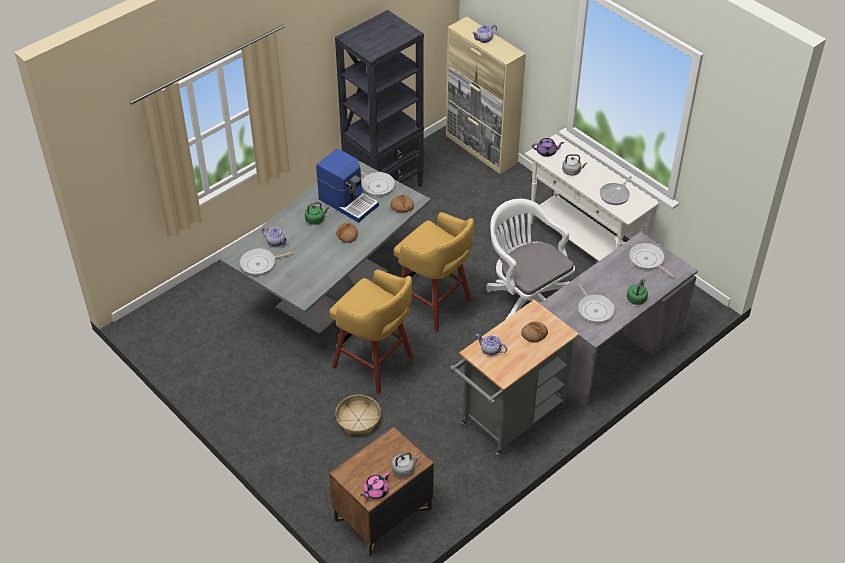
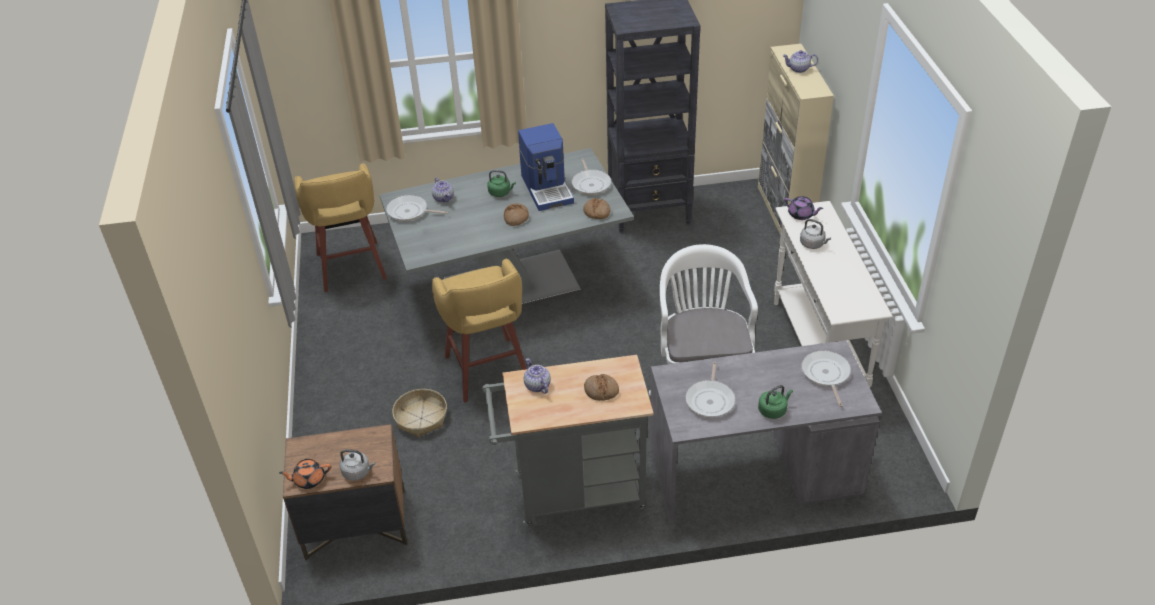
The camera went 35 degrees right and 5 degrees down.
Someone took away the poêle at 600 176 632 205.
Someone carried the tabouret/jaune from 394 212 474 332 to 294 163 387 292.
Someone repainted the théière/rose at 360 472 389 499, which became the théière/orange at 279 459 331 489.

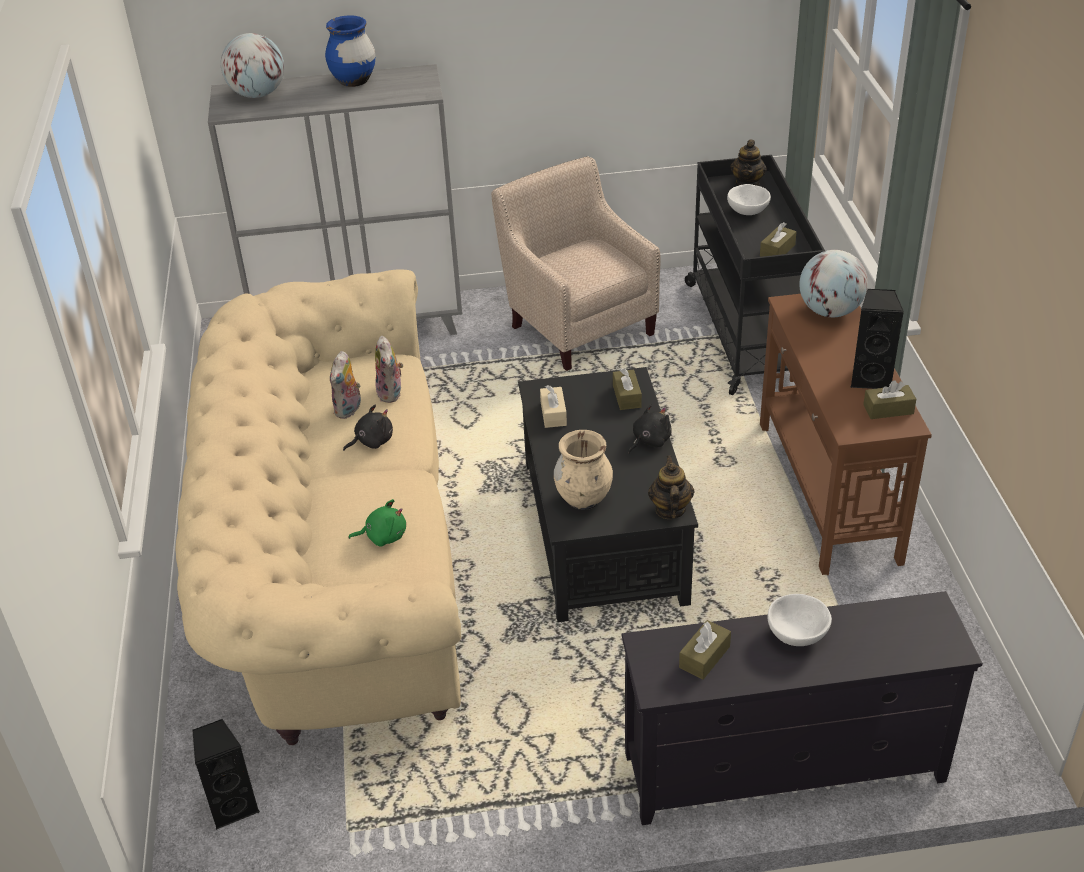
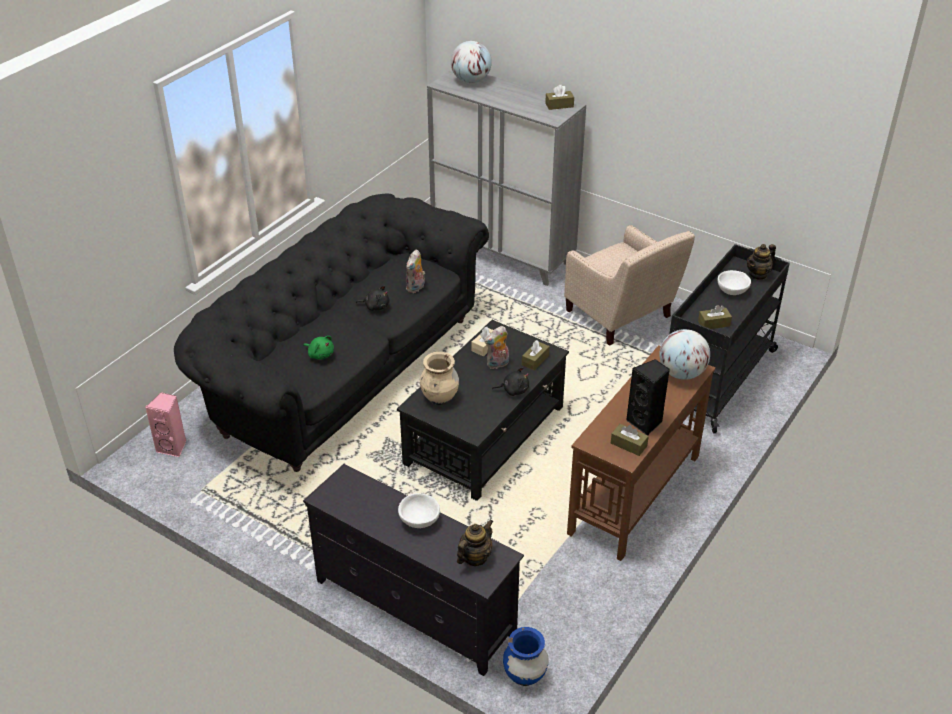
The camera went 40 degrees right and 0 degrees up.
Someone carried the vase/bleu from 325 16 375 87 to 503 627 548 686.
Someone carried the peluche from 330 351 361 419 to 484 326 509 369.
Someone carried the théière from 648 456 694 519 to 457 519 494 566.
Someone carried the boîte à mouchoirs/marron from 679 620 731 680 to 545 85 574 110.
Someone repainted the canapé/beige at 176 269 461 745, which became the canapé/noir at 174 194 489 472.
Someone repainted the enceinte/noir at 192 719 260 830, which became the enceinte/rose at 145 392 186 458.
Someone rotated the fauteuil/beige at 491 156 661 371 by 135 degrees clockwise.

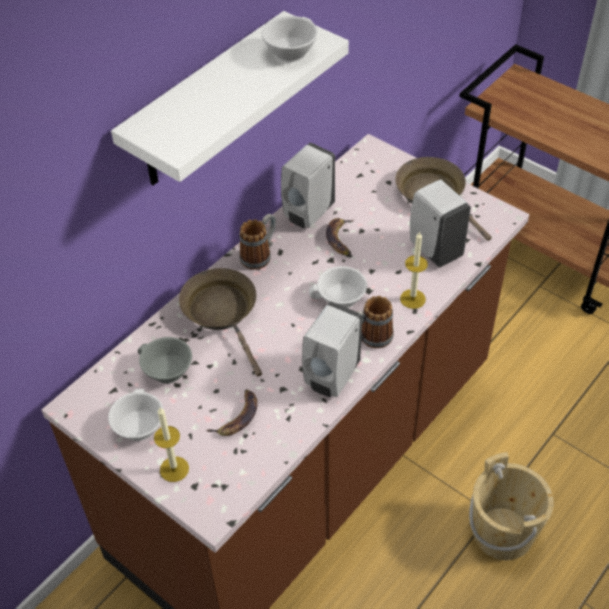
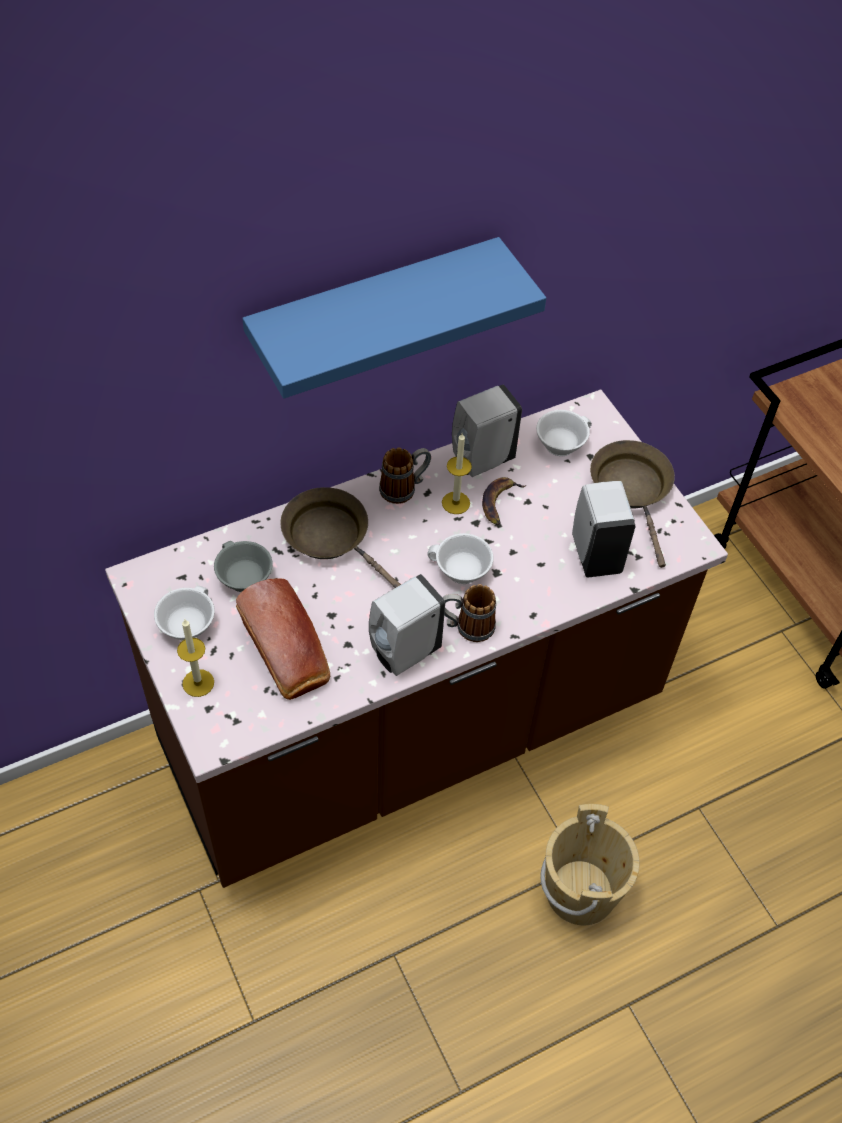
The camera went 20 degrees right and 5 degrees up.
Someone carried the tasse/blanc from 262 16 318 62 to 536 410 592 456.
Someone carried the bougie from 400 231 428 309 to 442 433 472 514.
Someone swapped the banane at 206 389 257 436 for the pain at 236 578 330 700.
Someone repainted the étagère/blanc at 111 11 349 185, which became the étagère/bleu at 242 237 546 399.
Someone rotated the poêle/marron at 179 268 262 376 by 45 degrees counterclockwise.

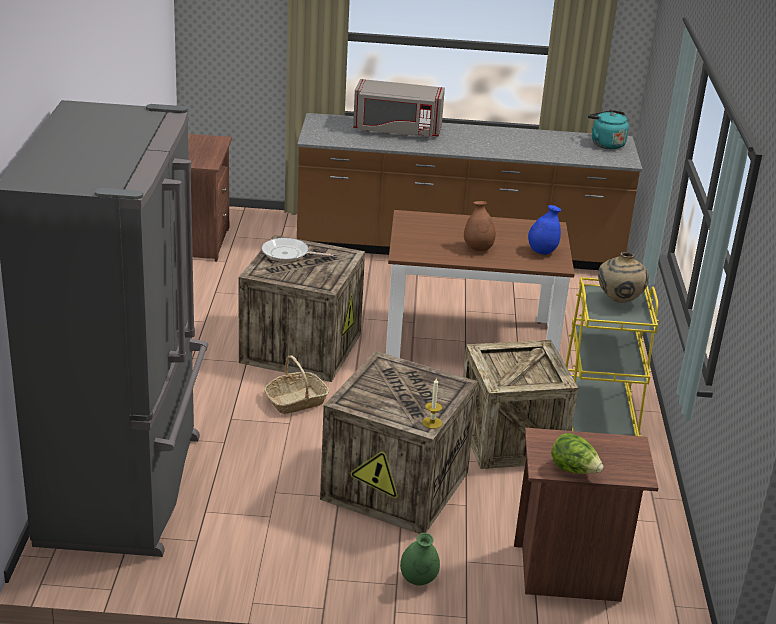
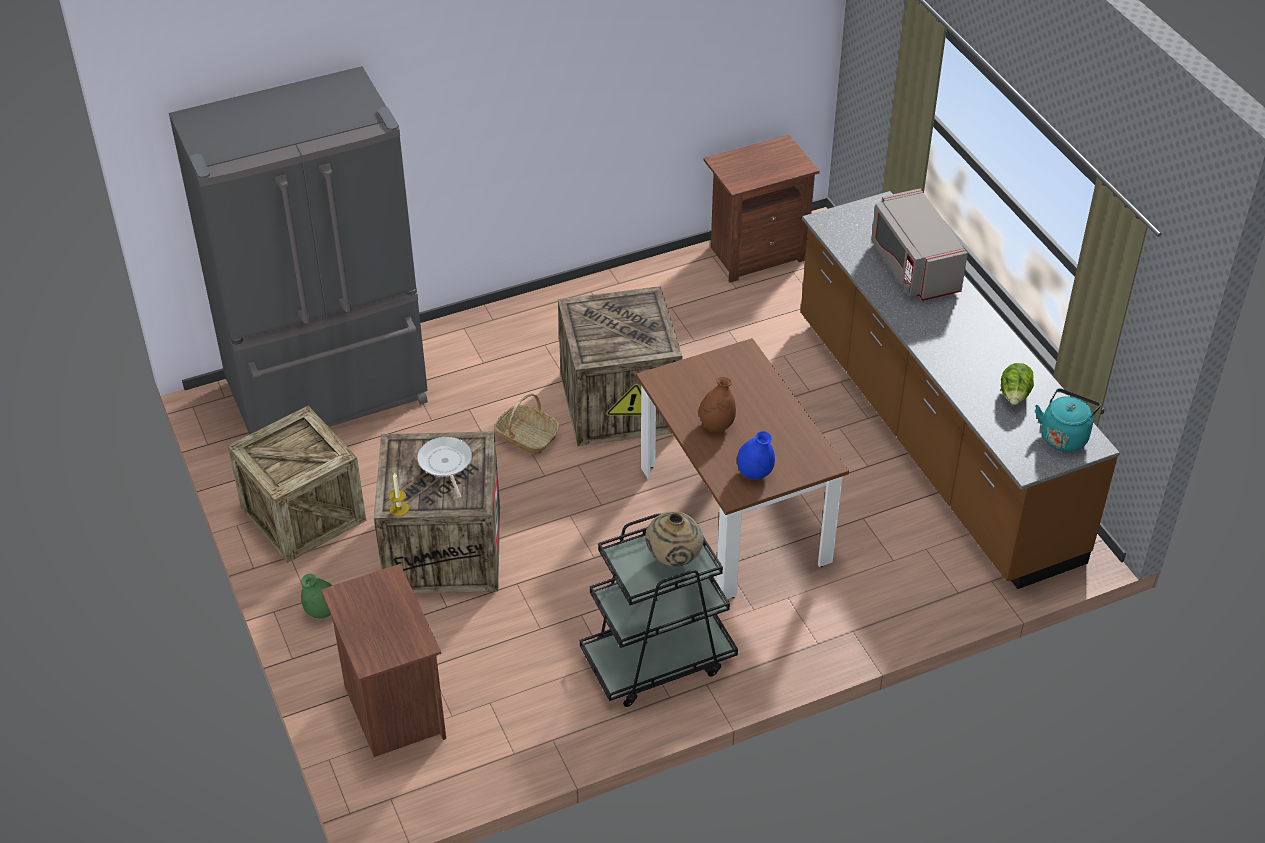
The camera went 65 degrees right and 15 degrees up.
Someone carried the poêle from 262 238 334 262 to 417 437 472 499.
Someone carried the caisse from 463 340 578 469 to 227 406 366 563.
Someone carried the laitue from 551 433 604 474 to 1001 363 1034 405.
Someone repainted the chariot/jaune at 566 277 659 436, which became the chariot/noir at 580 513 738 707.

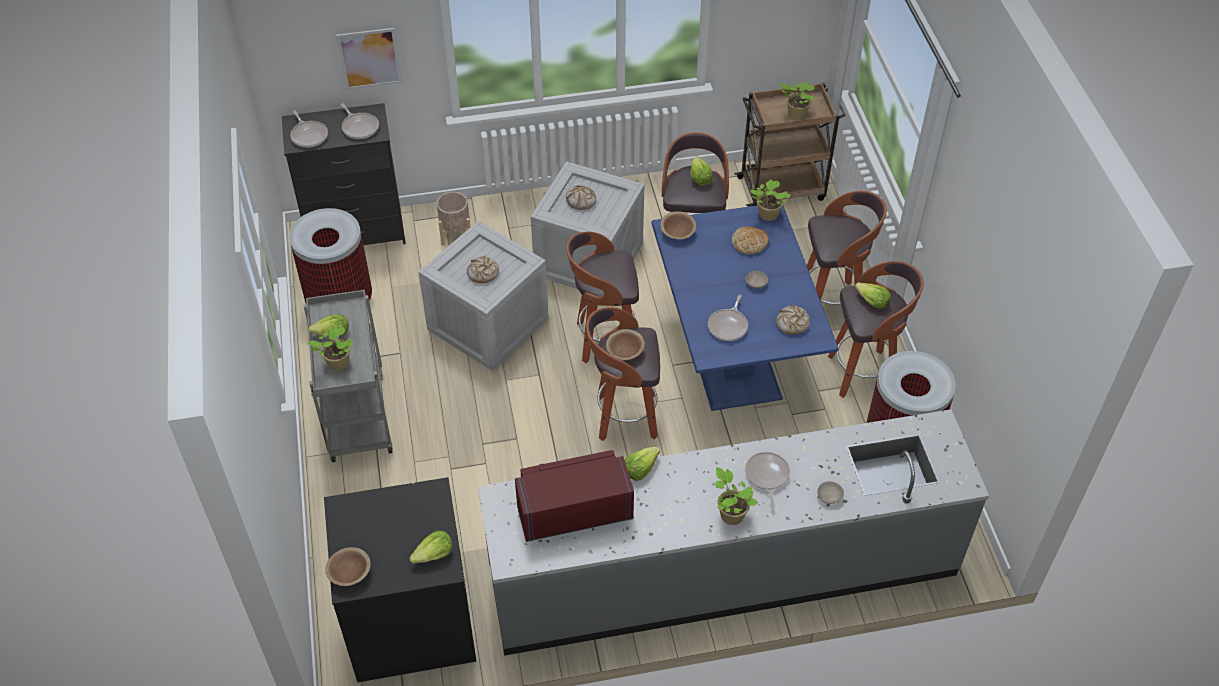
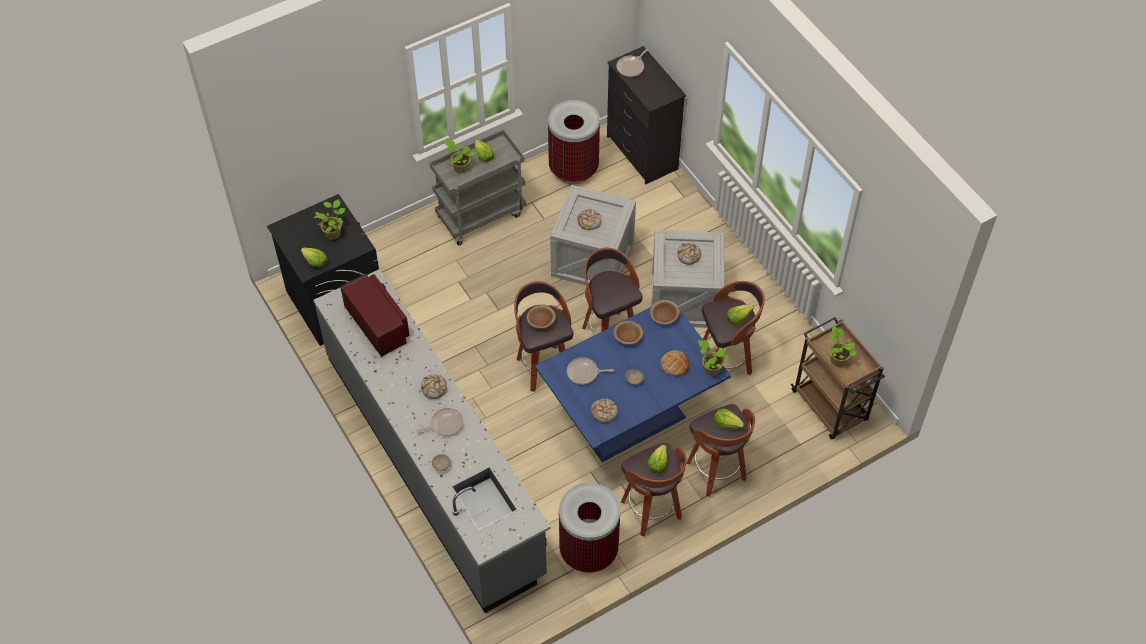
The camera went 70 degrees right and 5 degrees up.
Someone took away the tableau at 336 28 402 90.
Someone took away the poêle at 341 104 379 139.
Someone took away the cache-pot/beige at 437 192 470 246.
Someone put down the pain at 421 374 447 399.
Someone carried the bol/marron from 325 547 371 586 to 614 321 643 344.
Someone carried the laitue from 625 447 660 481 to 714 409 744 429.
Someone carried the plante en pot from 715 467 758 525 to 314 199 345 240.

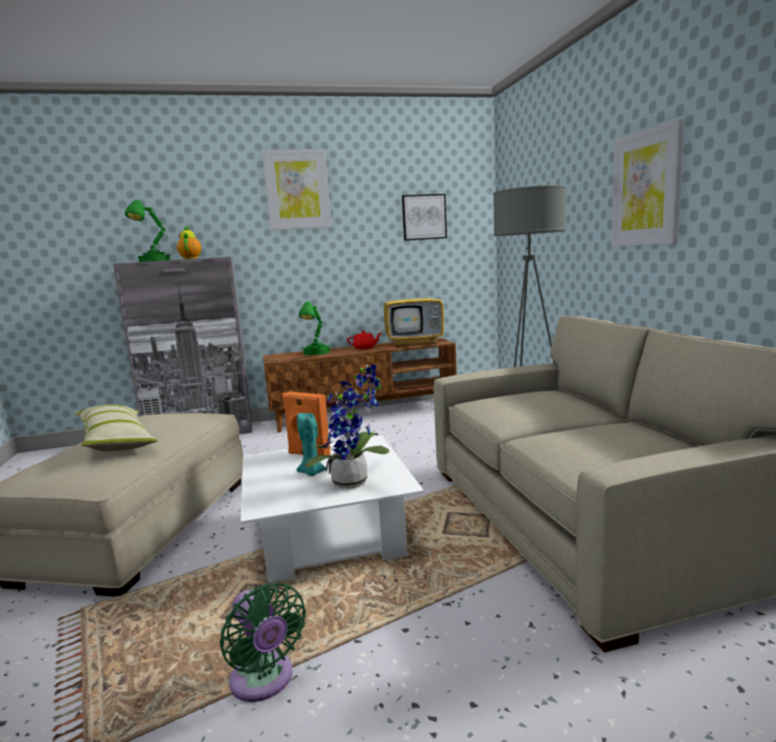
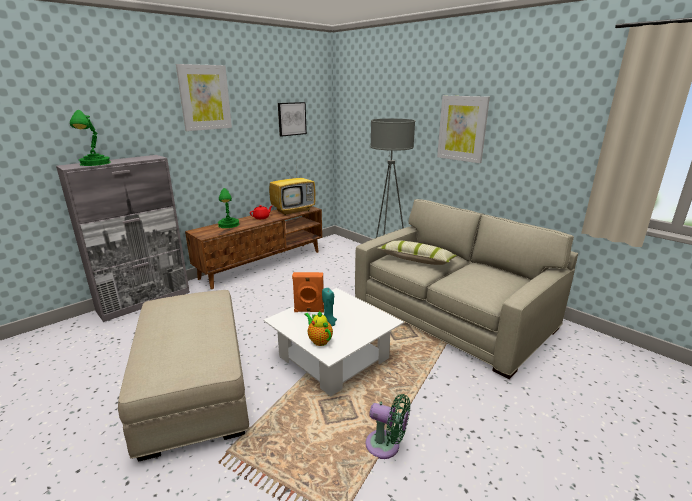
The camera went 30 degrees left and 10 degrees up.
Someone took away the plante en pot at 305 364 389 489.
Someone carried the coussin from 74 405 158 451 to 377 241 457 265.
Someone carried the théière from 177 225 201 259 to 304 311 333 346.

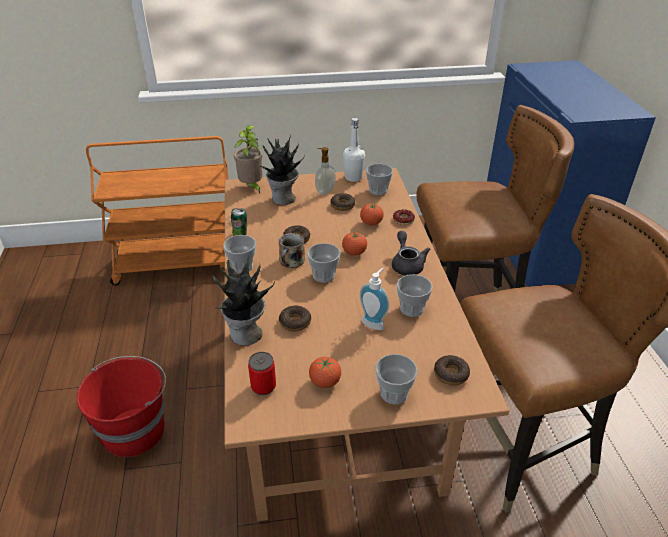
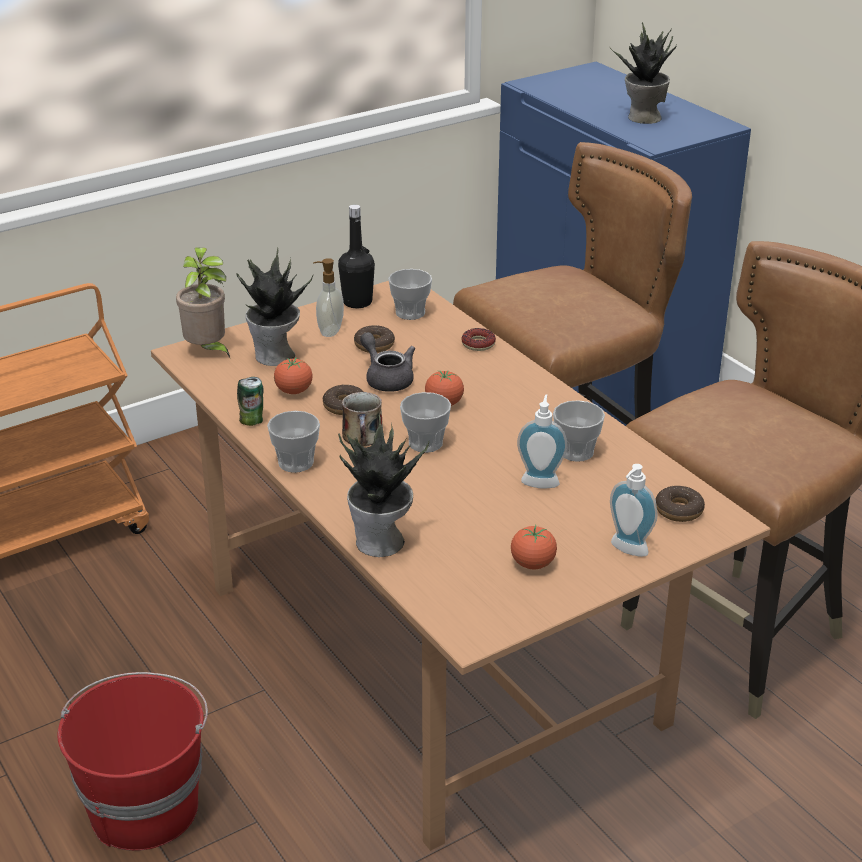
The camera went 25 degrees left and 5 degrees down.
Someone took away the boîte métallique at 248 352 276 395.
Someone took away the beignet at 279 306 311 331.
Someone put down the plante en pot at 610 22 678 124.
Someone carried the tomate from 360 203 384 225 to 274 357 312 394.
Someone carried the théière/gris from 392 231 430 276 to 360 332 415 392.
Someone swapped the tasse at 376 354 417 404 for the distributeur de savon at 610 464 657 557.
Someone repainted the bouteille/blanc at 343 118 365 182, which became the bouteille/noir at 338 204 375 308.

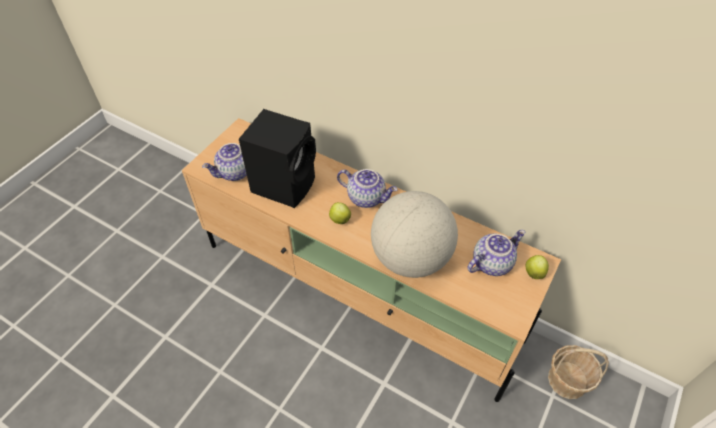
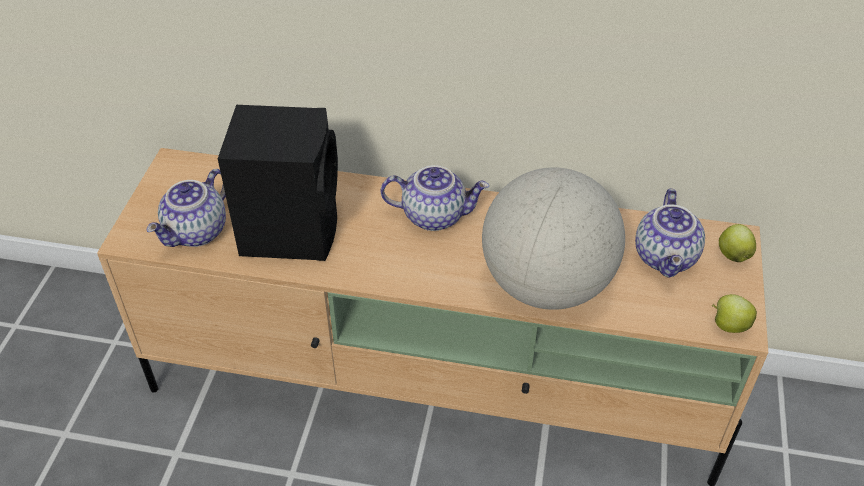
The camera went 20 degrees left and 5 degrees down.
Someone took away the panier at 548 345 609 399.
Someone carried the pomme from 329 202 351 224 to 712 294 757 333.
Someone rotated the théière at 467 230 526 276 by 150 degrees clockwise.

